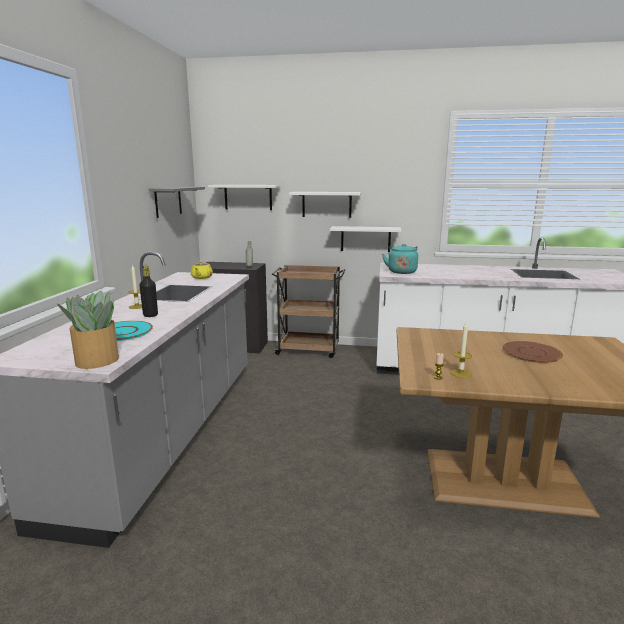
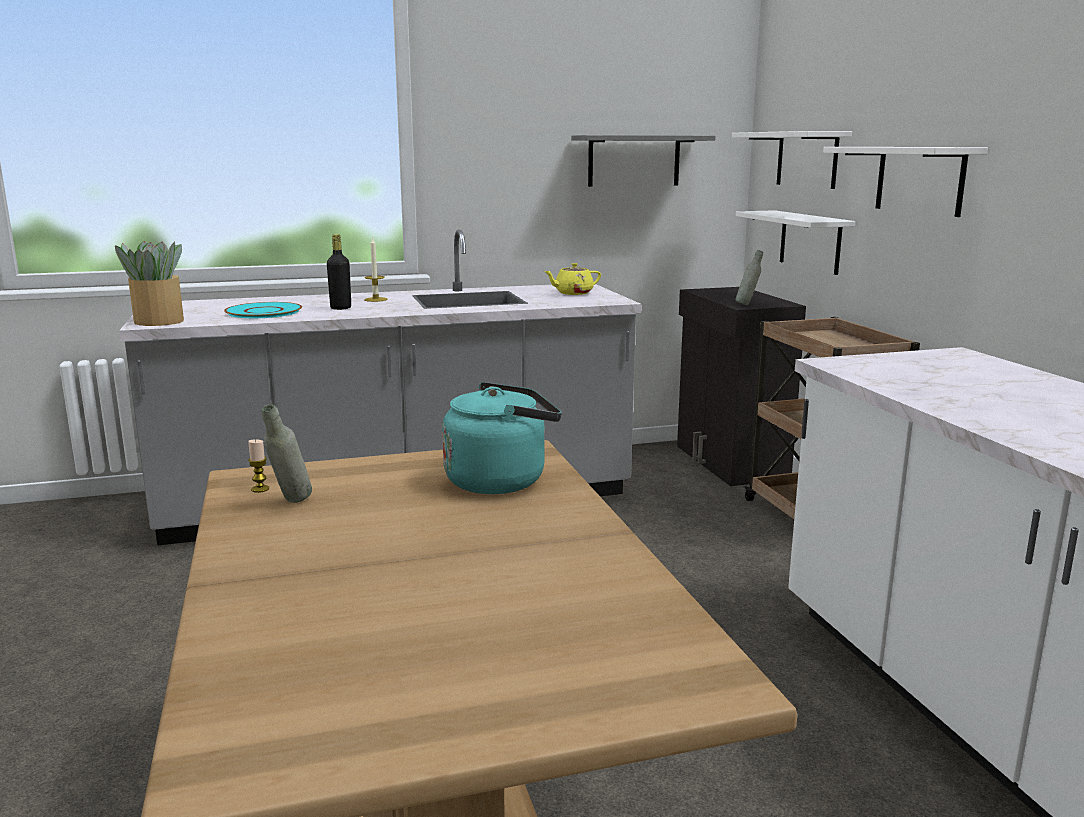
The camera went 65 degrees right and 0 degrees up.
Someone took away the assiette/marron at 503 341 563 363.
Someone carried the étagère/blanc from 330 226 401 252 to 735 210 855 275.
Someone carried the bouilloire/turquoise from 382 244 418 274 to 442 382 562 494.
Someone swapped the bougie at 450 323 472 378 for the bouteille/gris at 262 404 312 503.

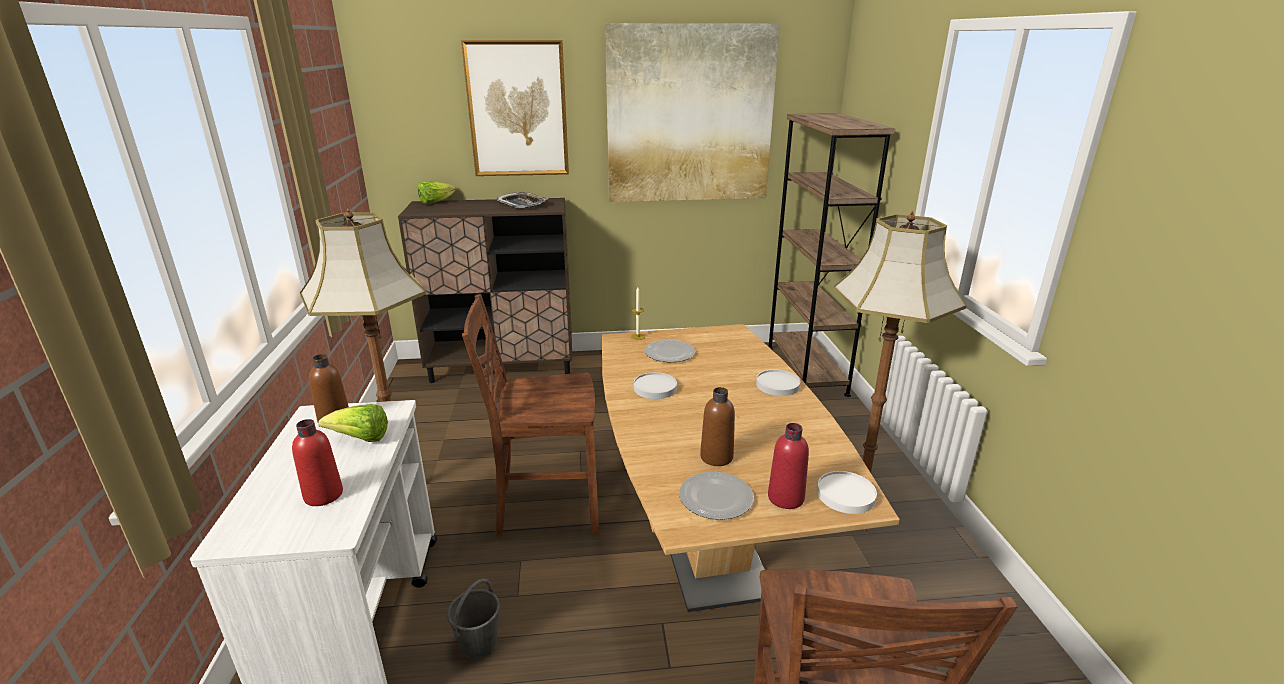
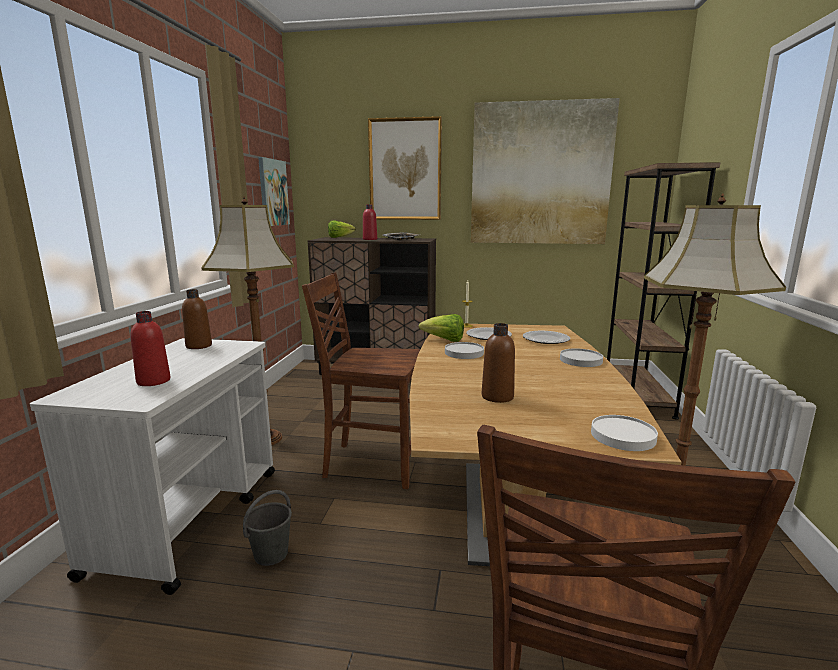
The camera went 15 degrees right and 10 degrees down.
Someone put up the tableau at 258 157 290 226.
Someone carried the laitue from 318 404 388 442 to 418 314 464 342.
Someone carried the assiette from 679 472 754 520 to 523 331 570 344.
Someone carried the bouteille/rouge from 768 423 809 509 to 363 204 377 240.

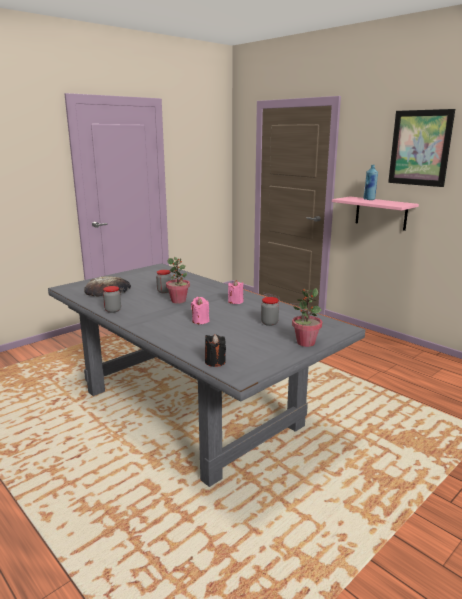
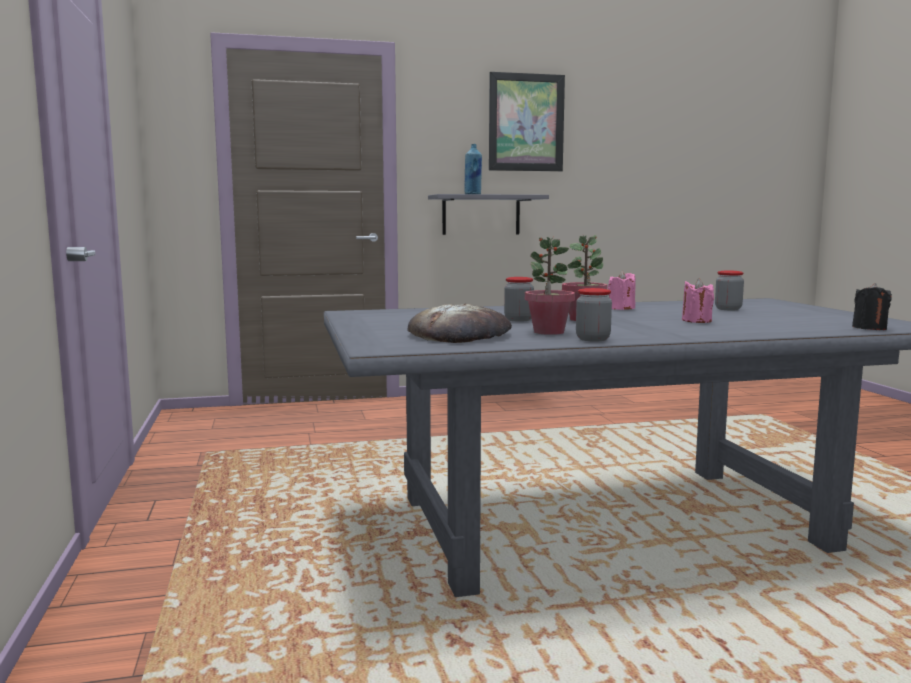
The camera went 60 degrees left and 10 degrees down.
Someone carried the plante en pot from 292 288 323 347 to 525 237 575 335.
Someone repainted the étagère/rose at 332 196 419 231, which became the étagère/gris at 428 194 549 235.

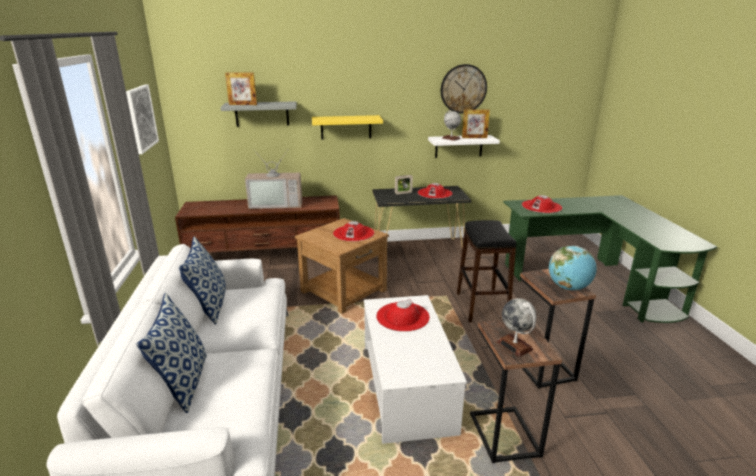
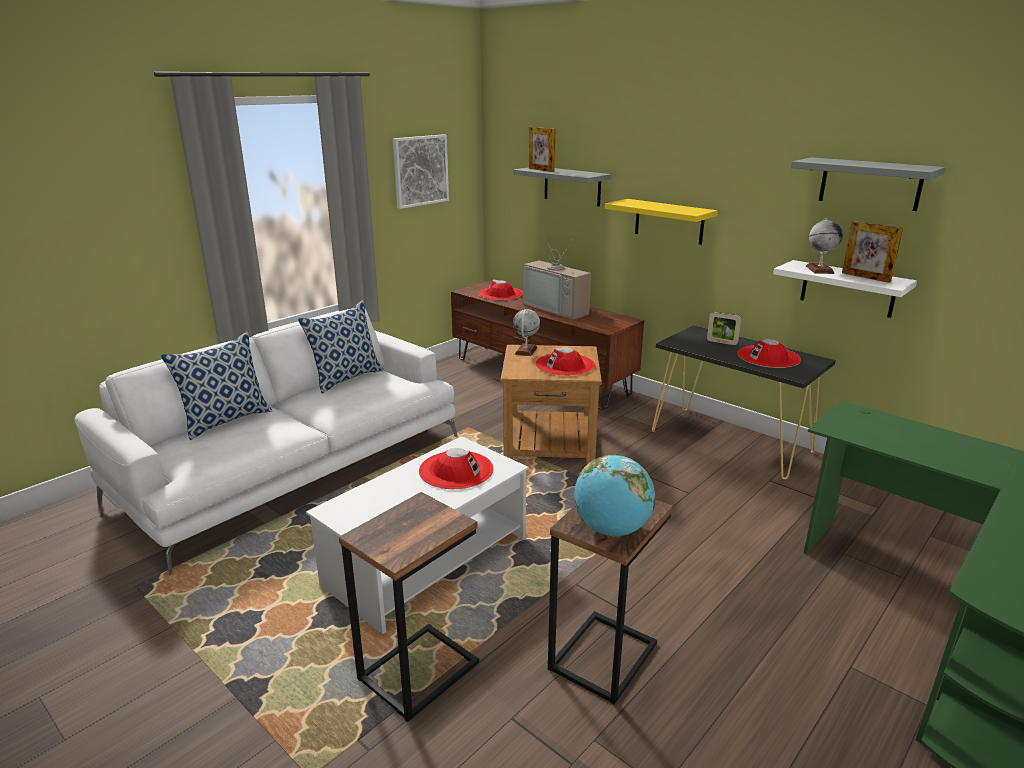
The camera went 50 degrees right and 0 degrees up.
Someone took away the tabouret/noir at 457 220 516 322.
Someone carried the globe from 497 298 537 357 to 513 309 540 356.
Someone carried the chapeau/rouge from 522 195 562 213 to 478 279 523 300.
Someone swapped the horloge murale at 441 64 487 114 for the étagère/gris at 791 157 946 211.

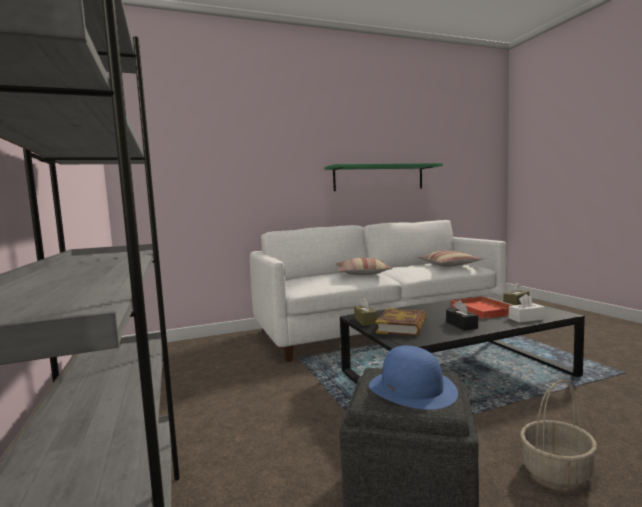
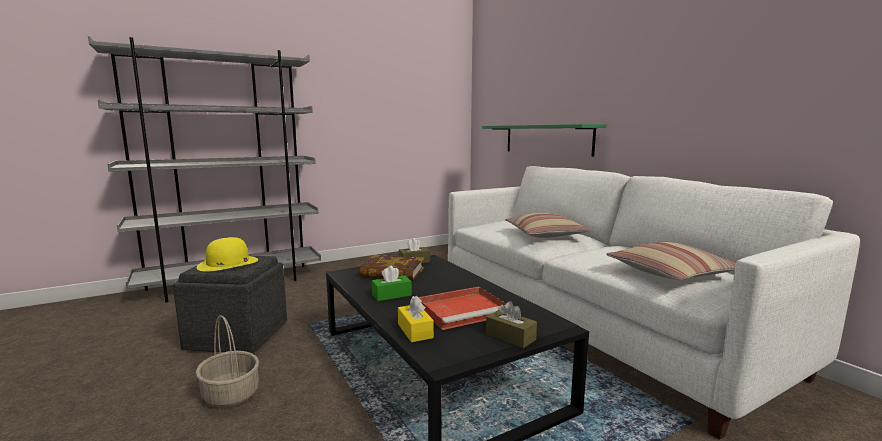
The camera went 80 degrees right and 5 degrees up.
Someone carried the étagère/vert from 324 163 443 191 to 482 124 606 157.
Someone repainted the chapeau/bleu at 369 346 458 410, which became the chapeau/jaune at 196 237 258 272.
Someone repainted the boîte à mouchoirs/noir at 446 300 478 331, which became the boîte à mouchoirs/vert at 372 266 412 301.
Someone repainted the boîte à mouchoirs/blanc at 509 294 545 323, which became the boîte à mouchoirs/jaune at 398 296 434 342.

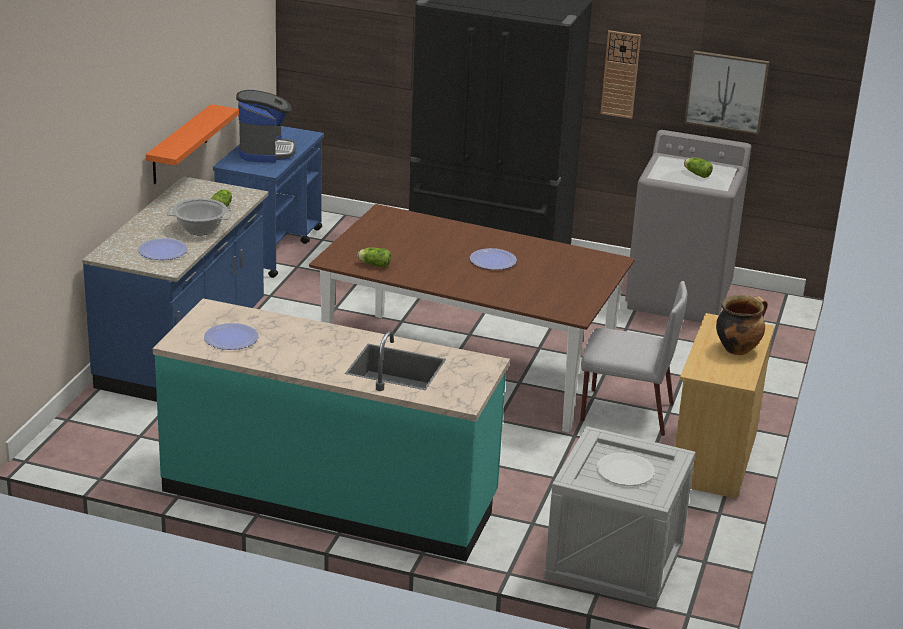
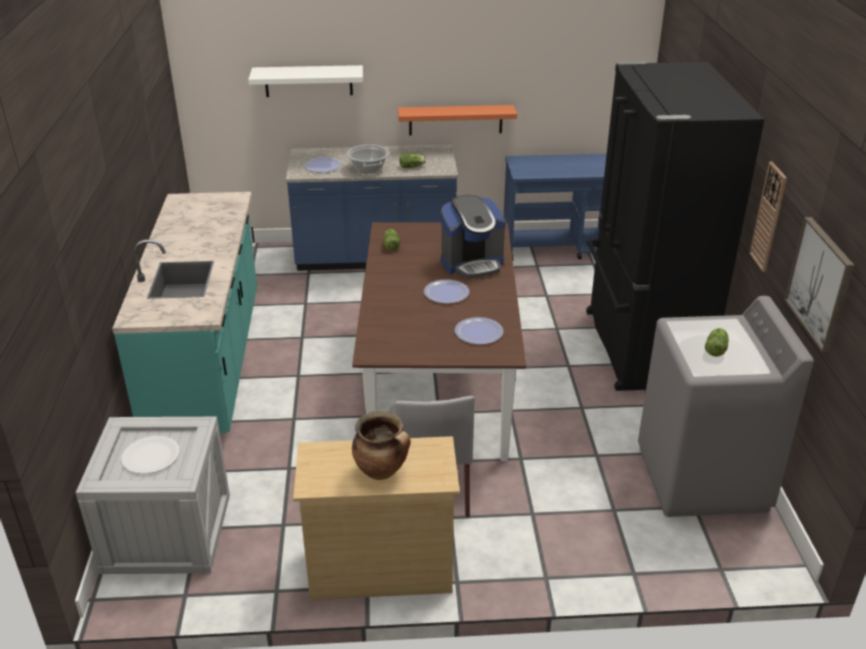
The camera went 70 degrees right and 5 degrees up.
Someone put up the étagère/blanc at 248 65 363 97.
Someone carried the assiette from 204 323 259 350 to 455 317 503 345.
Someone carried the machine à café from 236 90 296 163 to 441 195 506 279.

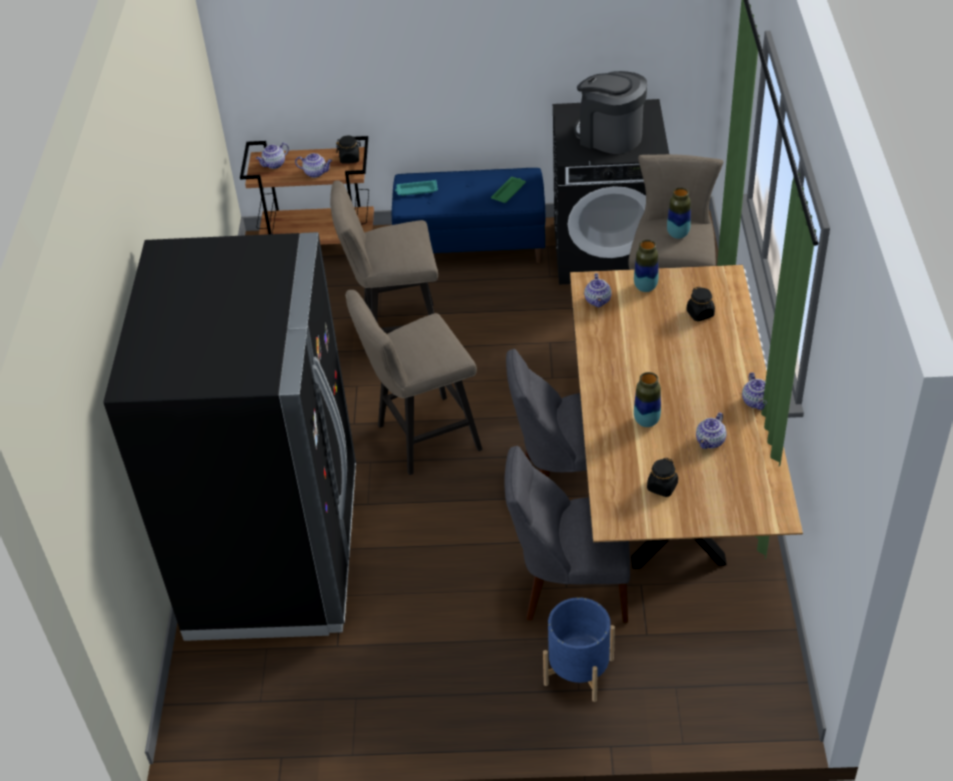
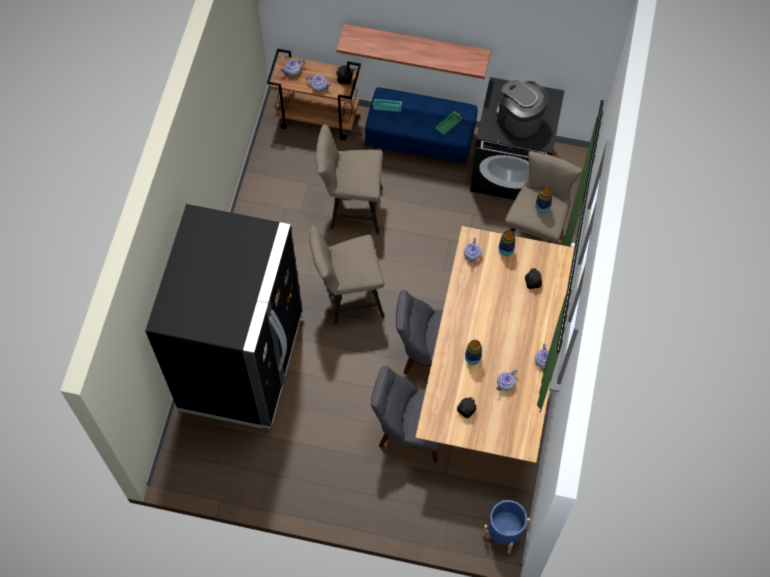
The camera went 10 degrees right and 20 degrees up.
Someone put up the étagère at 336 24 491 79.
Someone carried the cache-pot/bleu from 543 597 615 702 to 482 500 530 554.

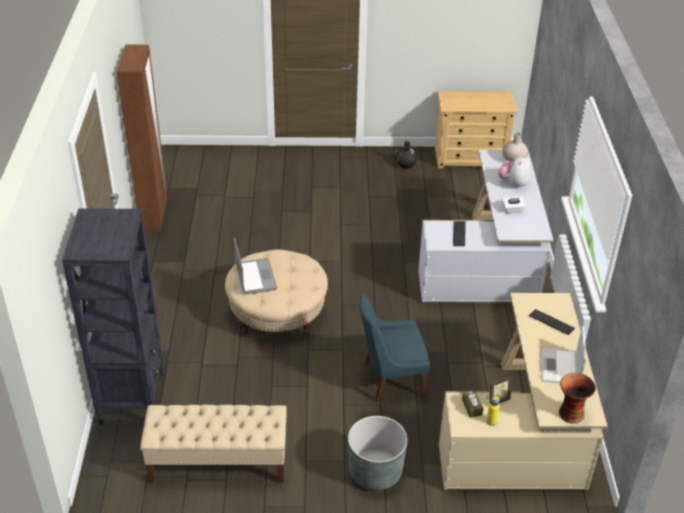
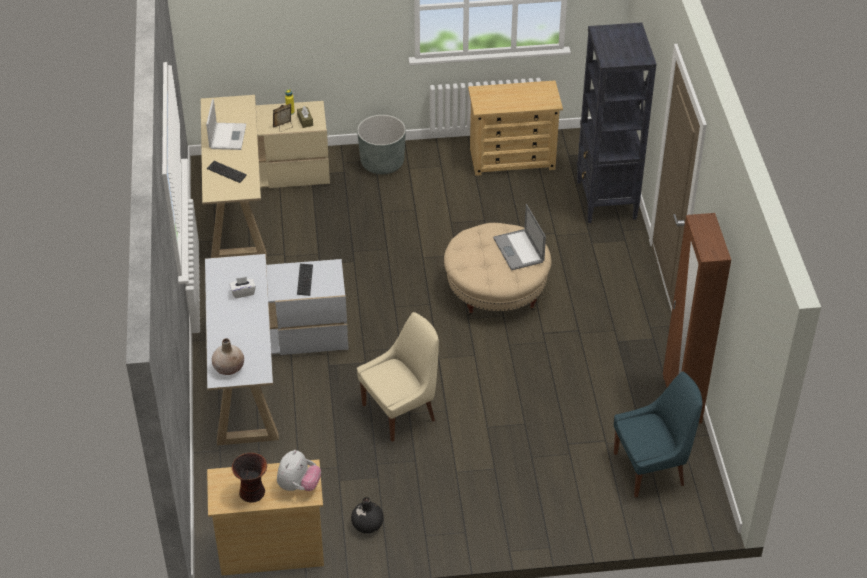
The camera went 175 degrees right and 5 degrees up.
Someone put down the chaise/beige at 357 312 439 442.
Someone carried the chaise/bleu from 360 294 430 402 to 614 372 702 498.
Someone carried the peluche from 498 155 531 188 to 277 450 321 491.
Someone carried the vase from 559 373 596 424 to 232 453 267 503.
Someone swapped the banc/beige at 140 405 287 483 for the commode/beige at 468 80 563 176.

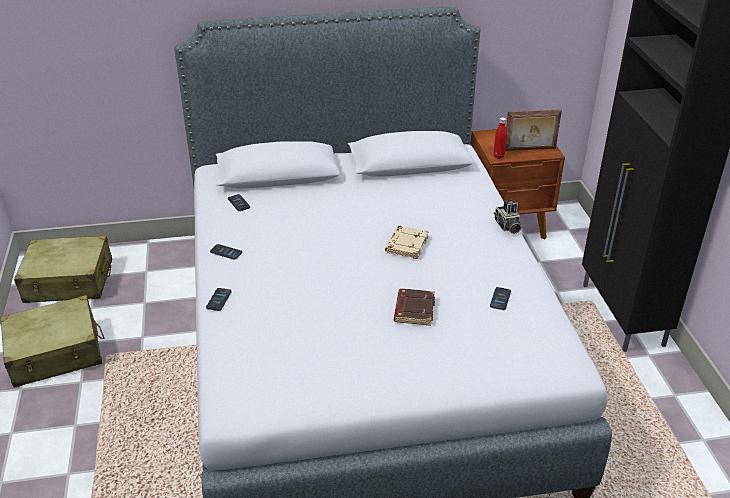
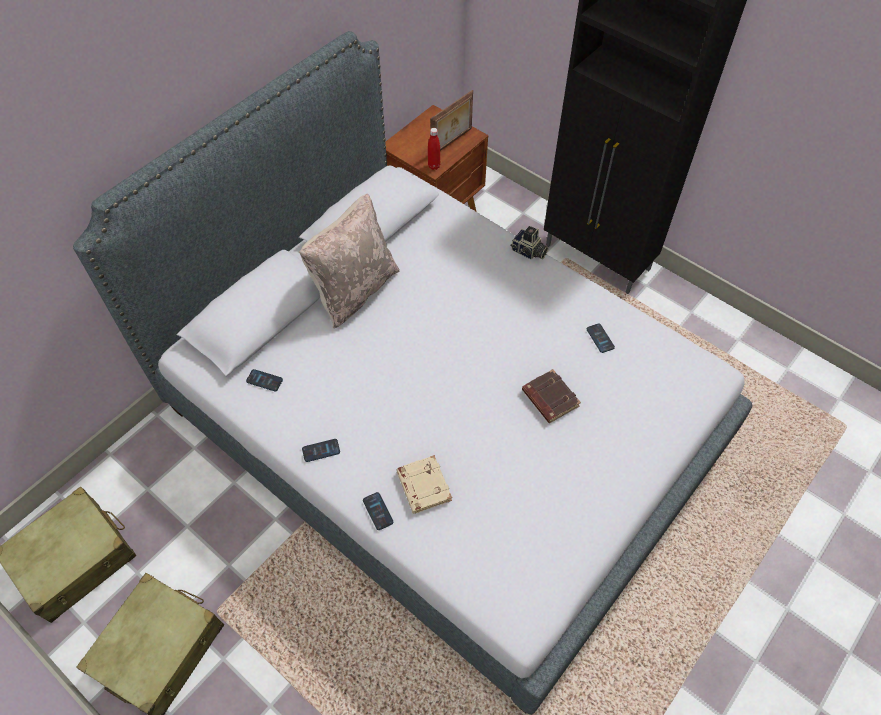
The camera went 40 degrees left and 20 degrees up.
Someone put down the coussin/beige at 299 194 400 328.
Someone carried the livre/beige from 385 226 429 259 to 396 455 452 514.

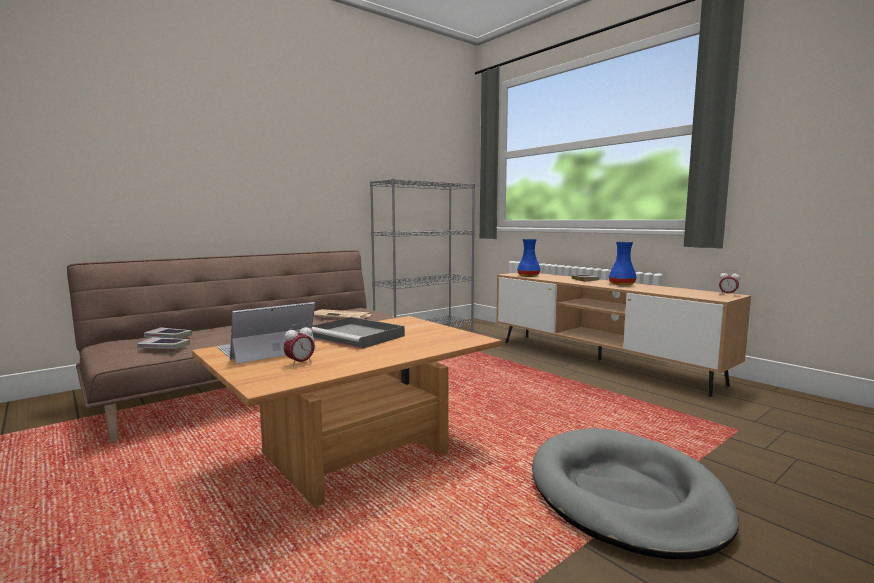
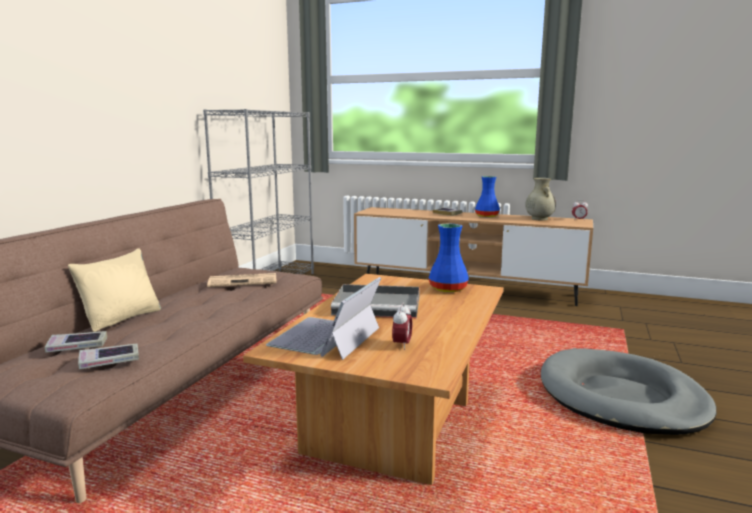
The camera went 30 degrees left and 5 degrees up.
Someone put down the coussin/beige at 68 248 161 332.
Someone put down the vase/beige at 525 178 556 221.
Someone carried the vase/bleu from 517 239 540 277 to 429 224 469 292.

